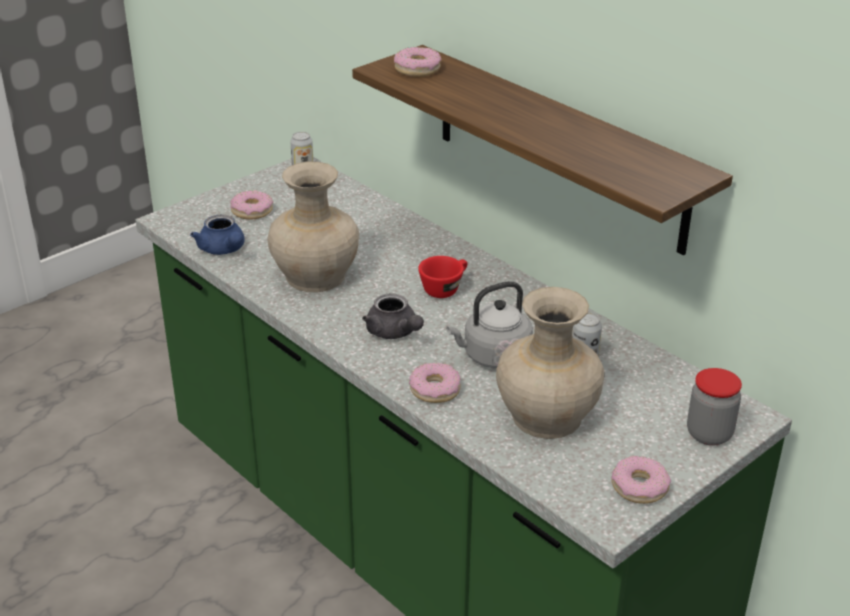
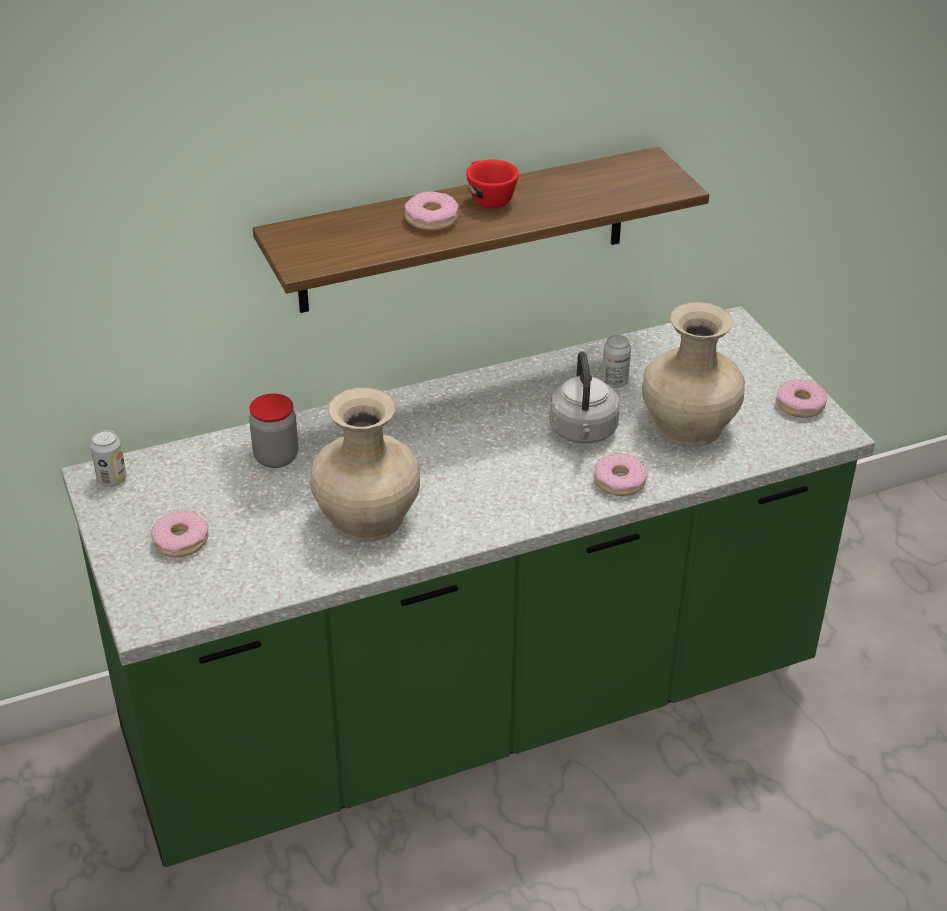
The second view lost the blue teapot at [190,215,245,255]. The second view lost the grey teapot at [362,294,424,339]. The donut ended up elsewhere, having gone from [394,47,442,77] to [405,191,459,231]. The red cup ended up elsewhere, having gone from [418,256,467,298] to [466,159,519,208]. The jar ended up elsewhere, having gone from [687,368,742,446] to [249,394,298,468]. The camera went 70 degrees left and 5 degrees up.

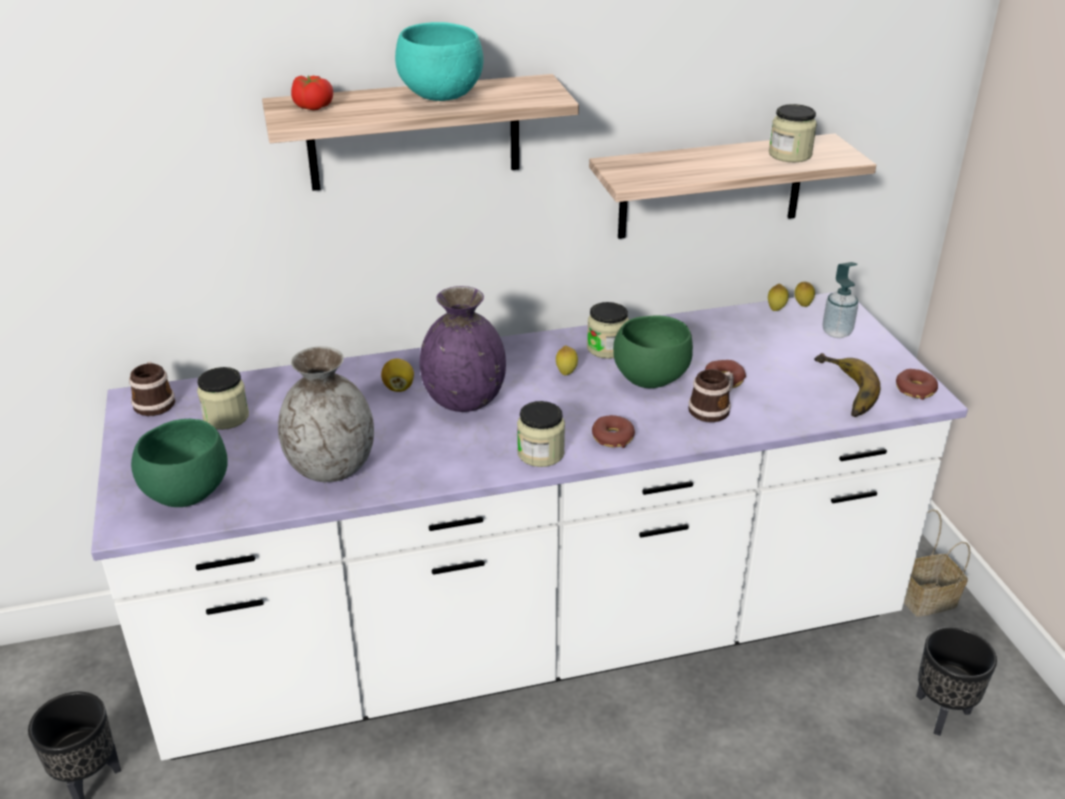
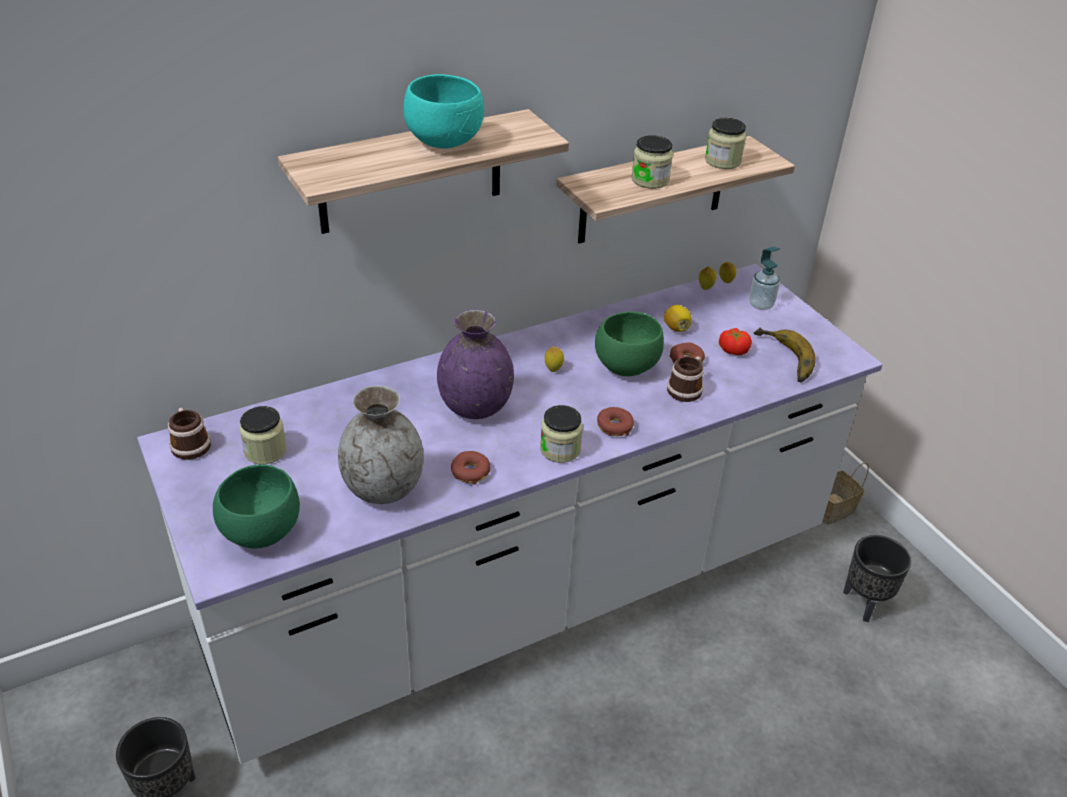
The tomato ended up elsewhere, having gone from [291,75,333,110] to [719,328,752,355]. The lemon ended up elsewhere, having gone from [381,358,414,392] to [664,305,692,332]. The jar ended up elsewhere, having gone from [587,302,629,359] to [631,135,673,189]. The donut ended up elsewhere, having gone from [896,369,938,400] to [451,451,490,484]. The camera went 15 degrees left and 5 degrees up.

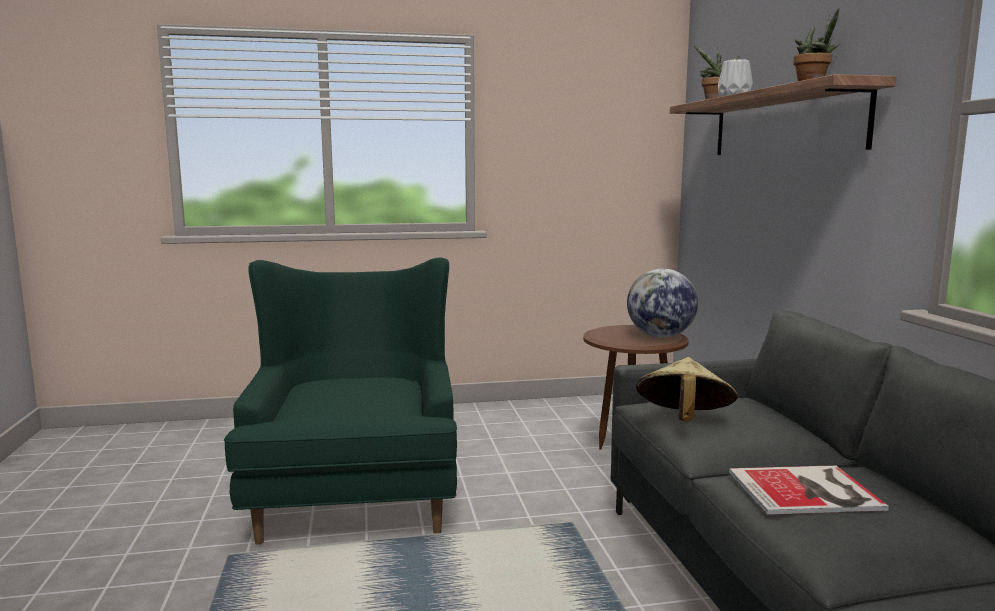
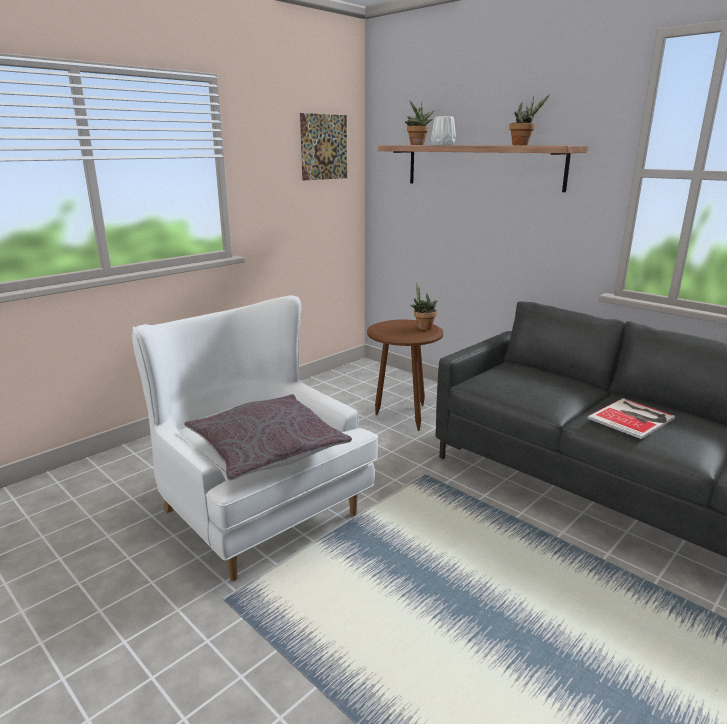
What was the green armchair at [224,257,457,544] turned into the white armchair at [132,295,378,581]. Where the globe stood at [627,268,698,338], the potted plant came to stand at [410,282,437,330]. The second view lost the beige hat at [636,357,738,422]. The second view gained the grey pillow at [184,394,352,480]. The second view gained the picture at [300,113,347,181]. The camera went 35 degrees left and 10 degrees up.

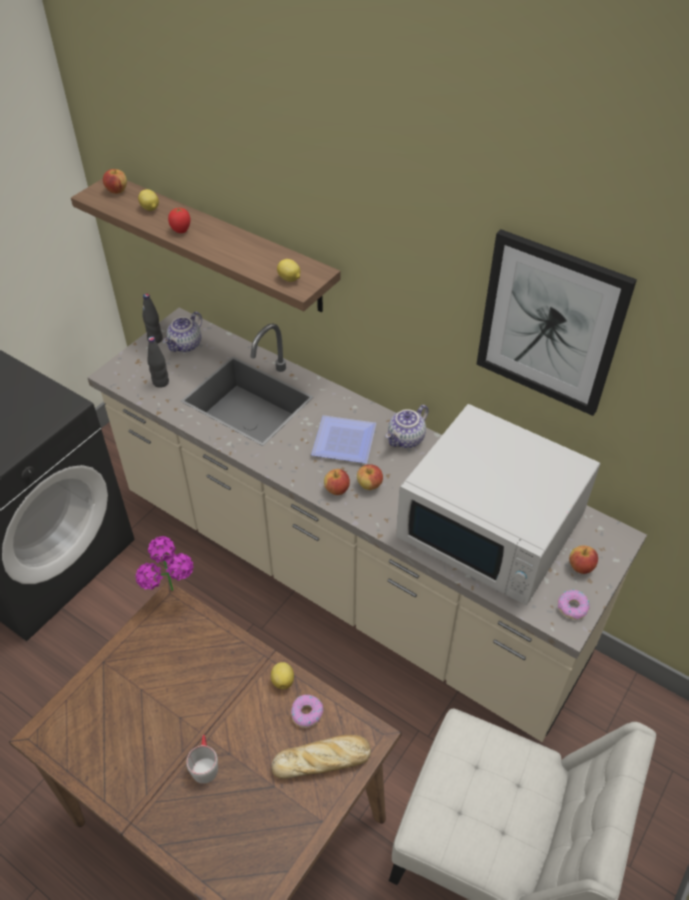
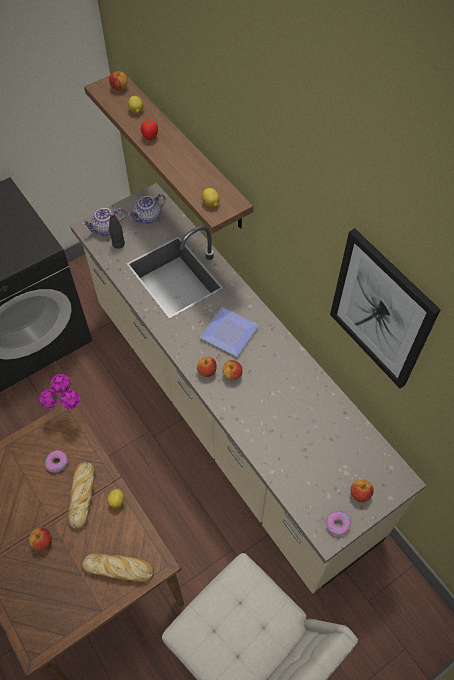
The second view lost the black bottle at [142,293,163,344]. Where the grey mug stood at [186,735,218,784], the apple came to stand at [29,527,52,551]. The donut ended up elsewhere, having gone from [291,695,323,728] to [45,450,68,473]. The teapot ended up elsewhere, having gone from [385,405,429,448] to [82,208,126,236]. The second view lost the white microwave at [396,404,600,605]. The second view gained the bread at [68,462,95,530]. The camera went 20 degrees right and 10 degrees up.

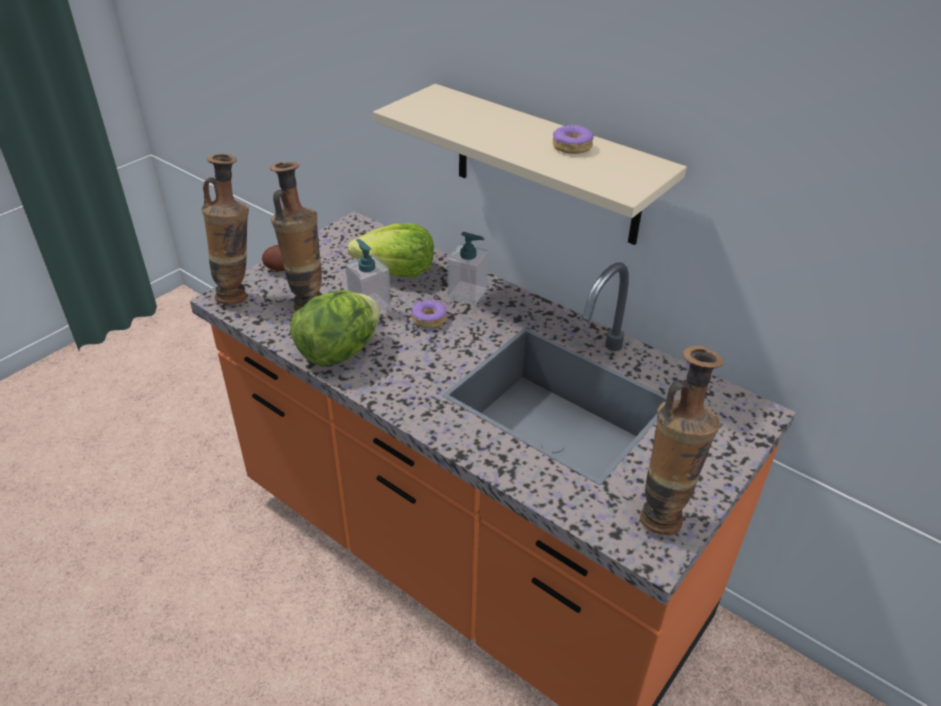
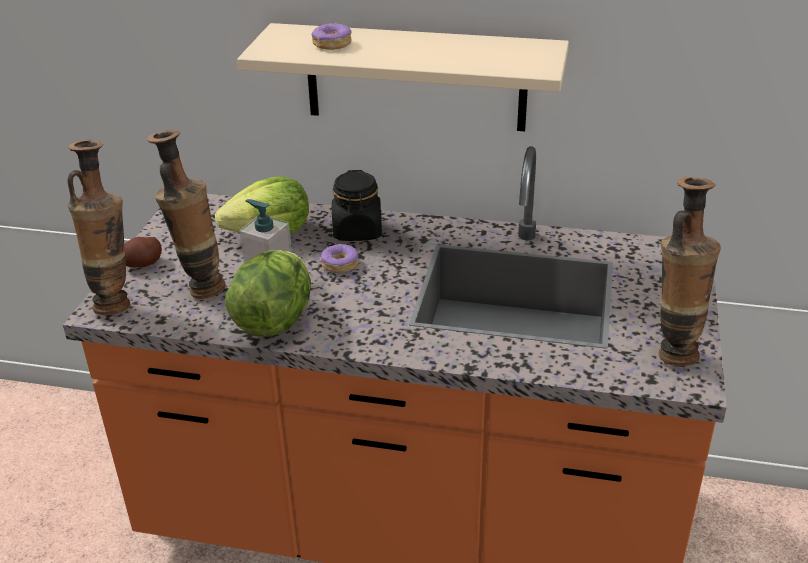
Where the soap dispenser stood at [448,232,489,304], the black jar came to stand at [332,170,382,241]. The donut ended up elsewhere, having gone from [552,124,594,154] to [312,23,352,50]. The camera went 25 degrees left and 5 degrees down.

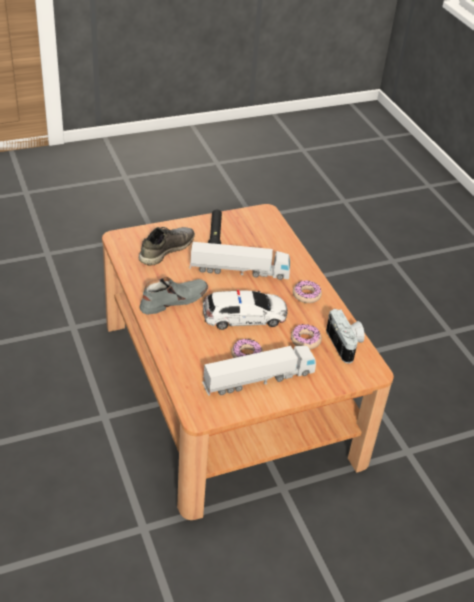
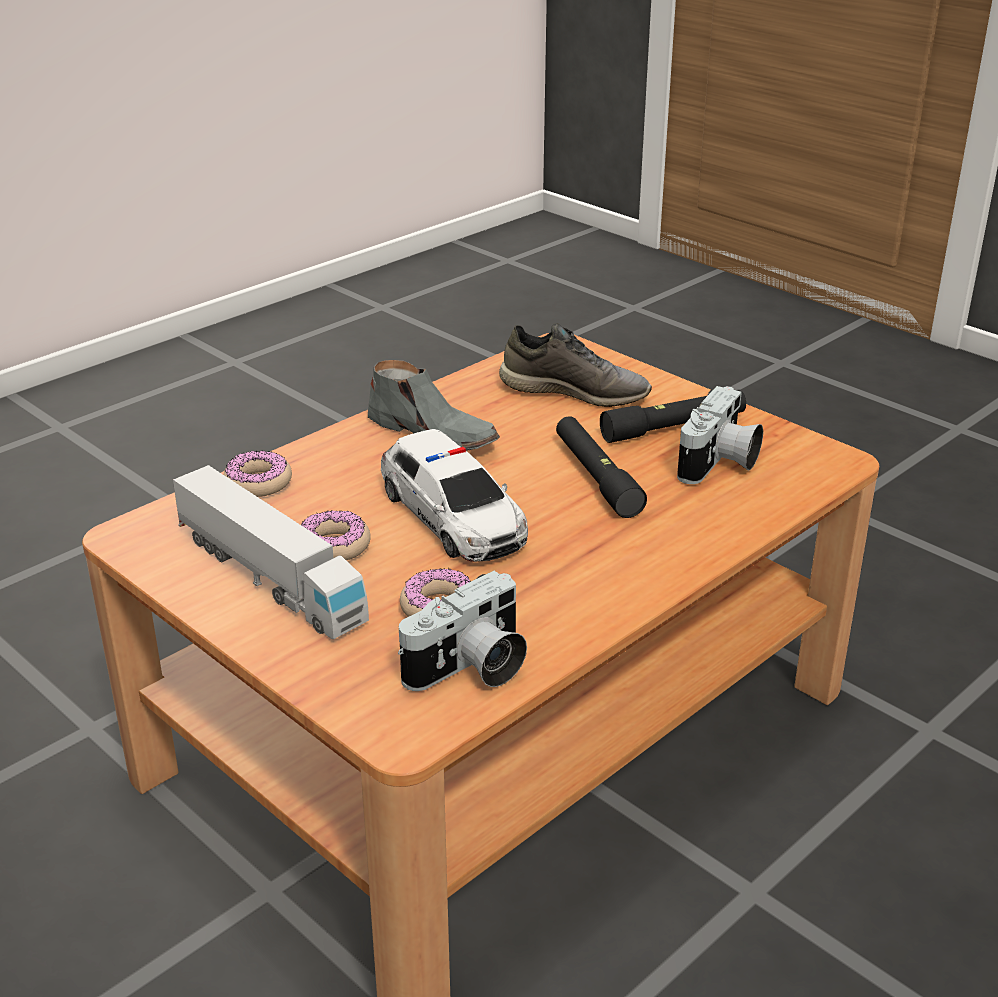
Where the toy truck stood at [189,242,290,280], the black flashlight came to stand at [556,416,647,518]. The donut ended up elsewhere, having gone from [293,280,322,303] to [224,450,292,497]. The second view gained the photo camera at [677,386,763,484]. The camera went 70 degrees right and 10 degrees down.

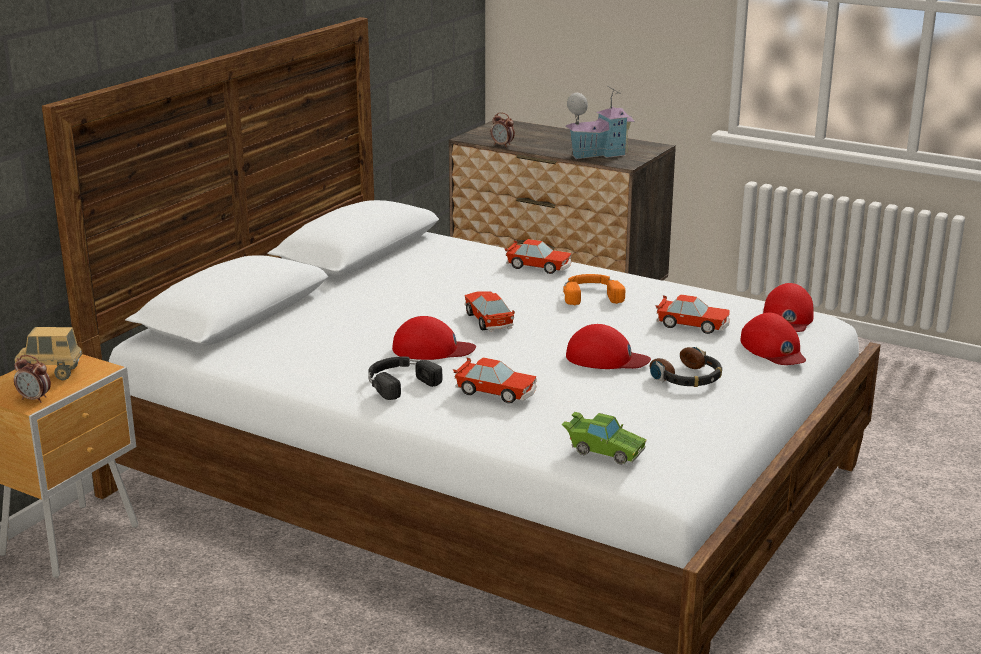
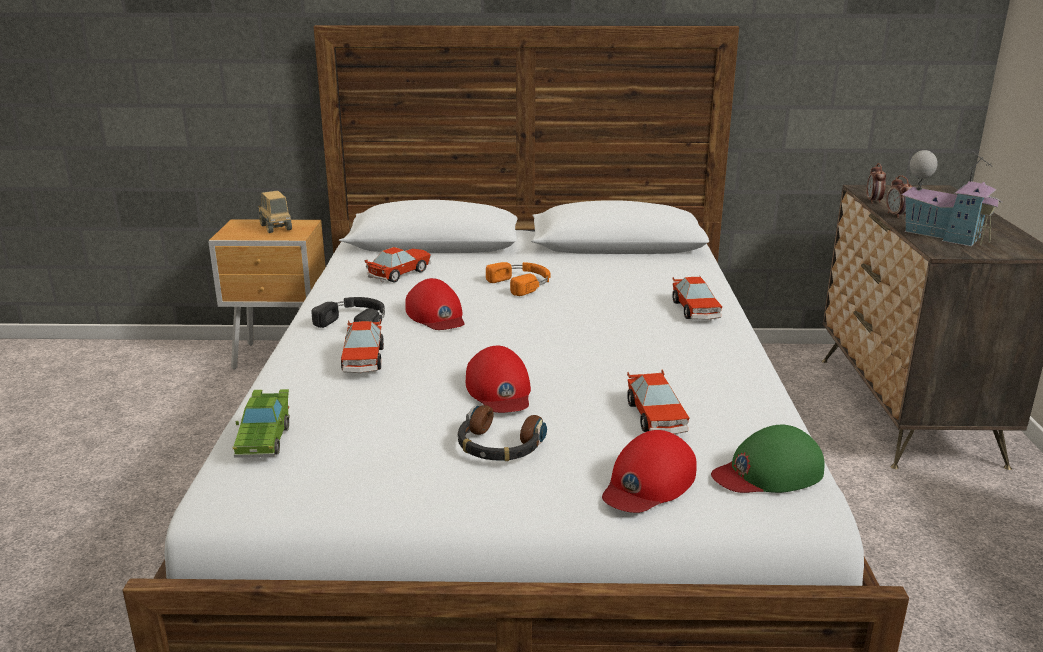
The alarm clock ended up elsewhere, having gone from [14,355,51,403] to [886,175,912,219]. The toy car ended up elsewhere, having gone from [464,292,515,332] to [364,247,431,282]. The orange headphones ended up elsewhere, having gone from [563,274,625,305] to [486,262,551,296]. What was the red cap at [763,283,814,332] turned into the green cap at [711,425,825,493]. The camera went 60 degrees right and 0 degrees up.

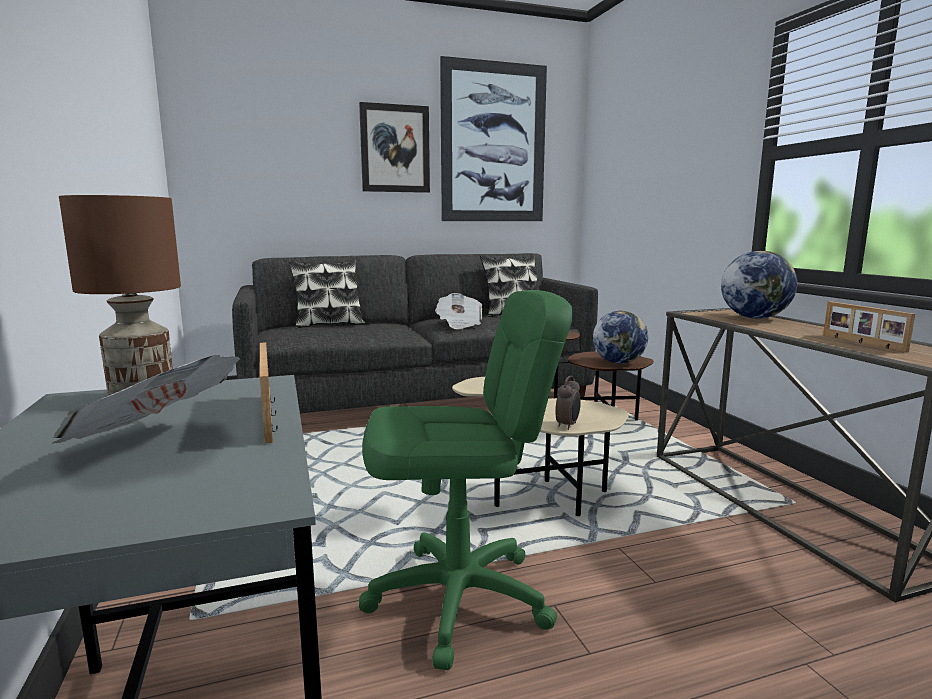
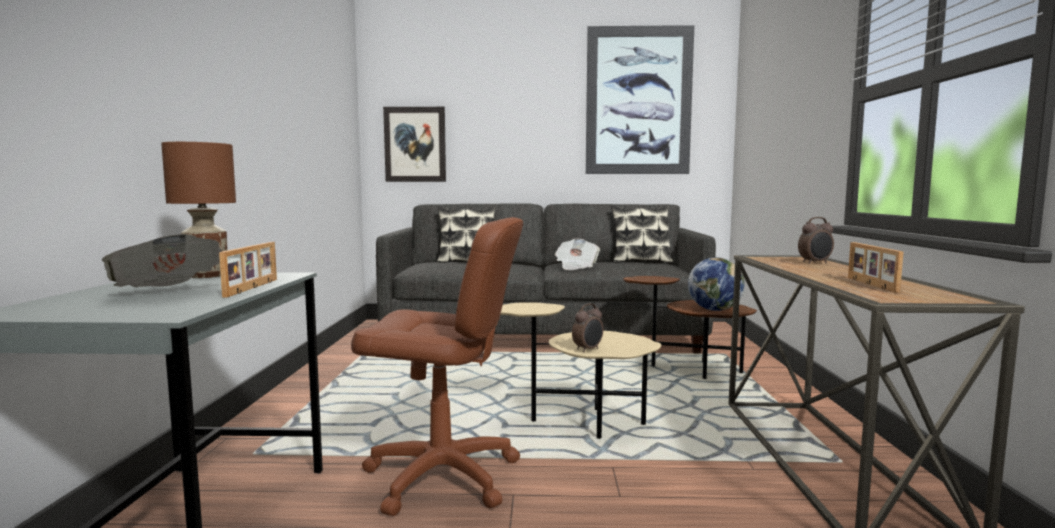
The picture ended up elsewhere, having gone from [359,102,430,193] to [383,107,446,182]. What was the green office chair at [359,290,573,670] turned into the brown office chair at [351,217,523,516]. Where the globe stood at [721,251,797,318], the alarm clock came to stand at [798,217,834,264]. The camera went 20 degrees right and 5 degrees down.

